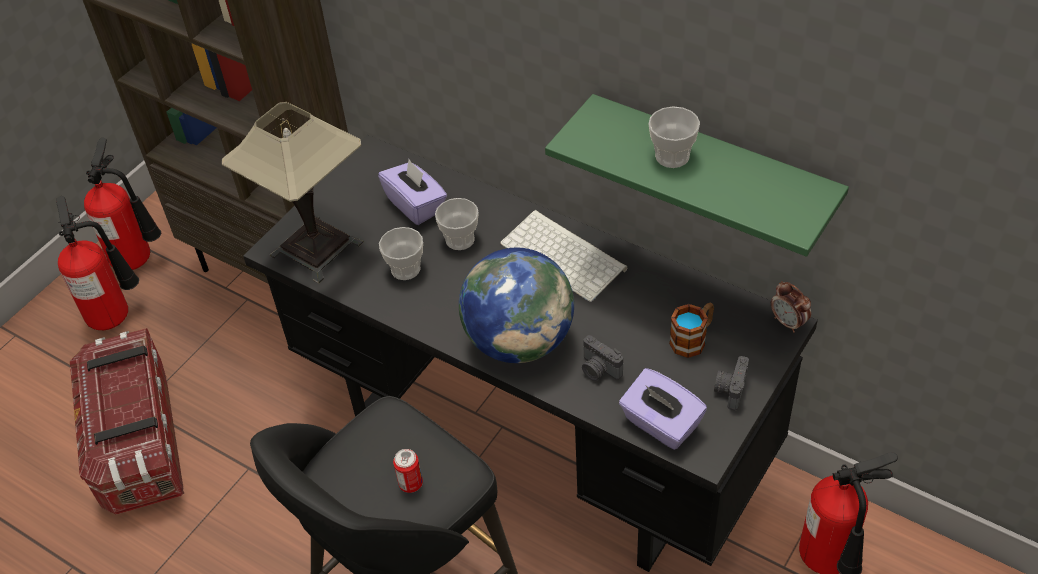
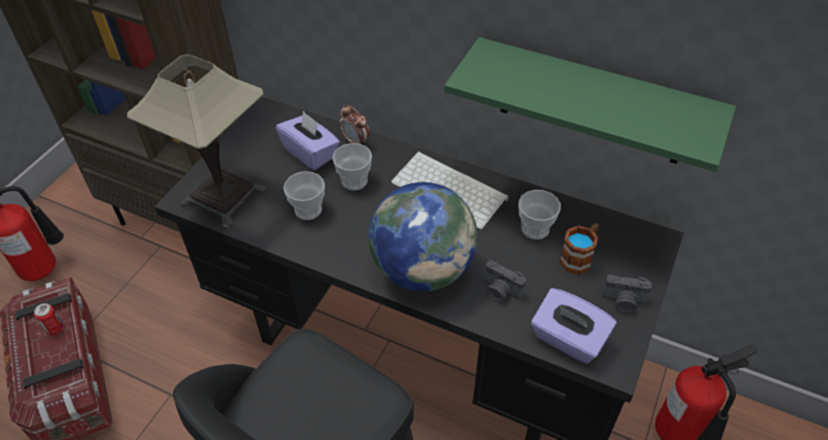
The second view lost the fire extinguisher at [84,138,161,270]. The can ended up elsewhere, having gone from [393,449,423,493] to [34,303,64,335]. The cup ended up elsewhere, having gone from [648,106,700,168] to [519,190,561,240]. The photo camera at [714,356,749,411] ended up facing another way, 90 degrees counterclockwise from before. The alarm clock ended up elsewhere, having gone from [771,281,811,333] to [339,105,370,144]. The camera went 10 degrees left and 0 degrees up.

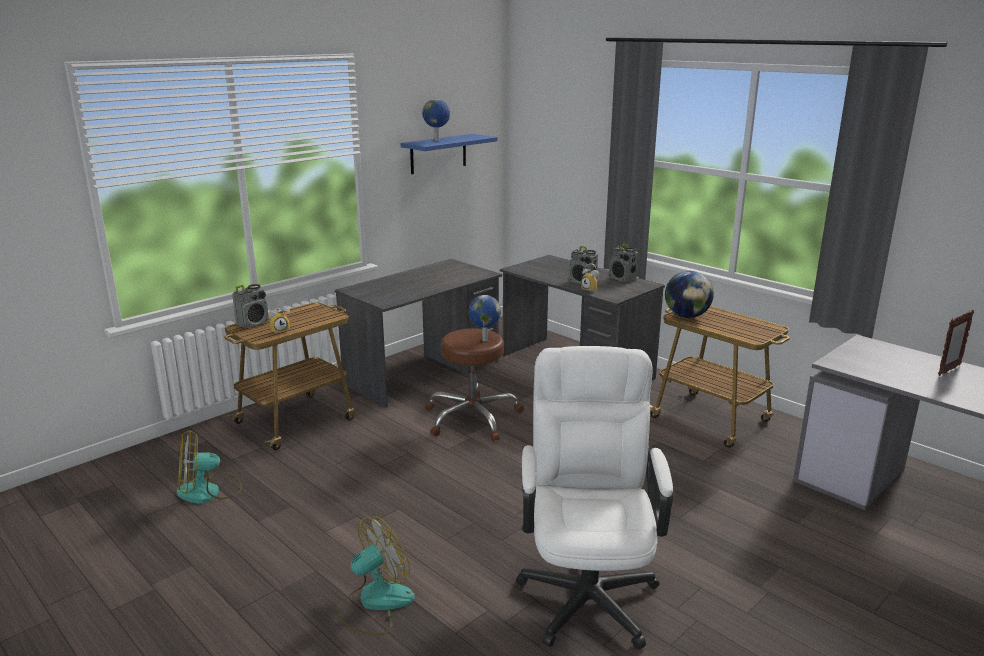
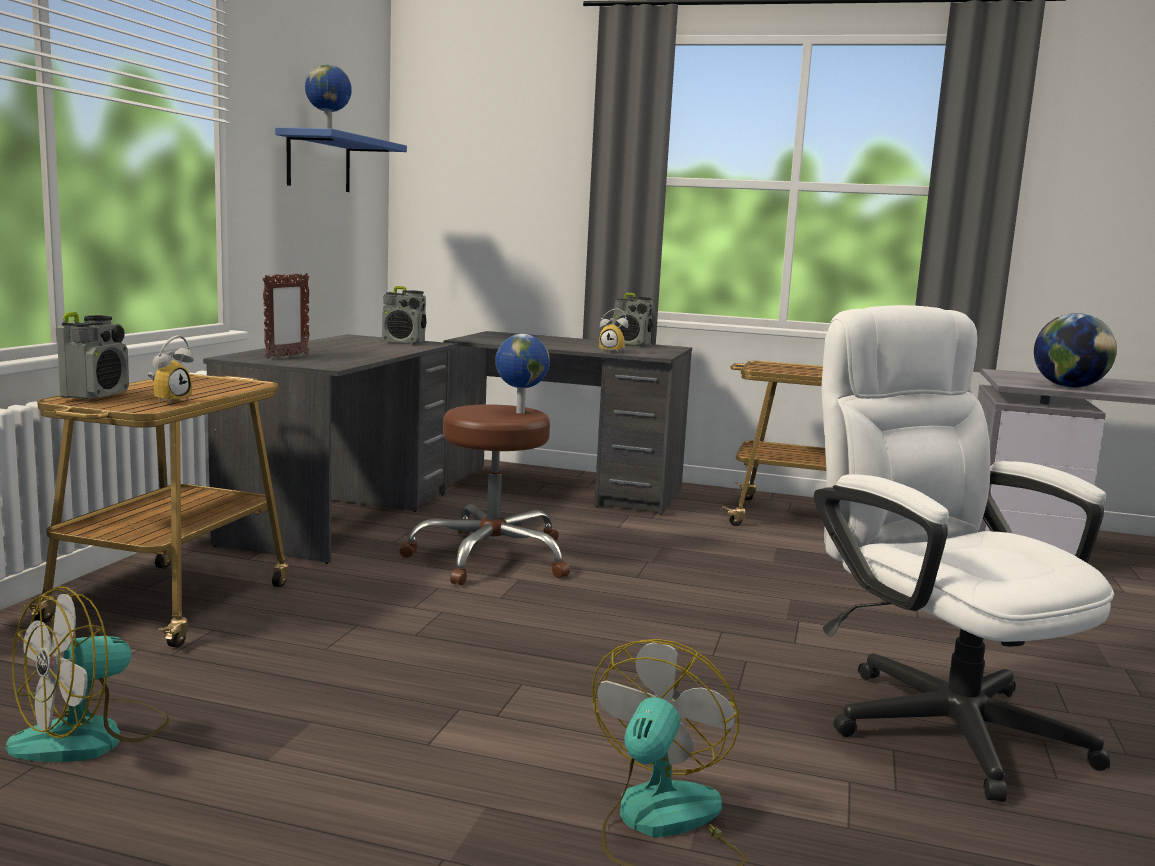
The radio ended up elsewhere, having gone from [569,246,598,284] to [382,286,427,344]. The globe ended up elsewhere, having gone from [665,271,714,318] to [1034,313,1117,388]. The picture frame ended up elsewhere, having gone from [938,310,974,376] to [263,273,309,358]. The camera went 30 degrees left and 10 degrees down.

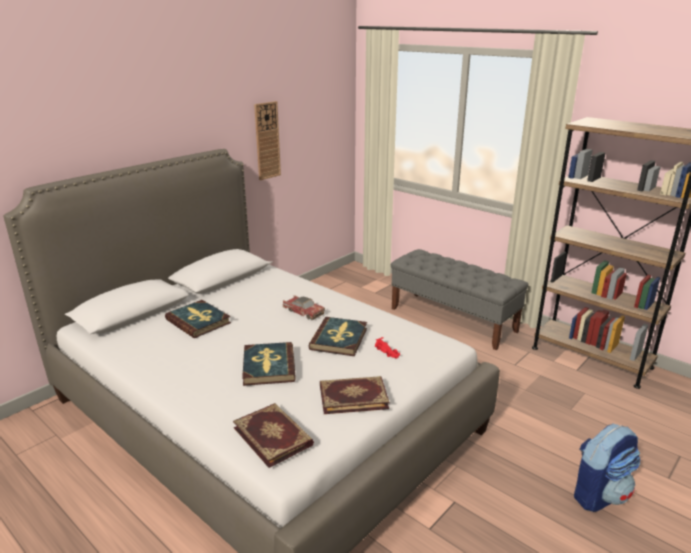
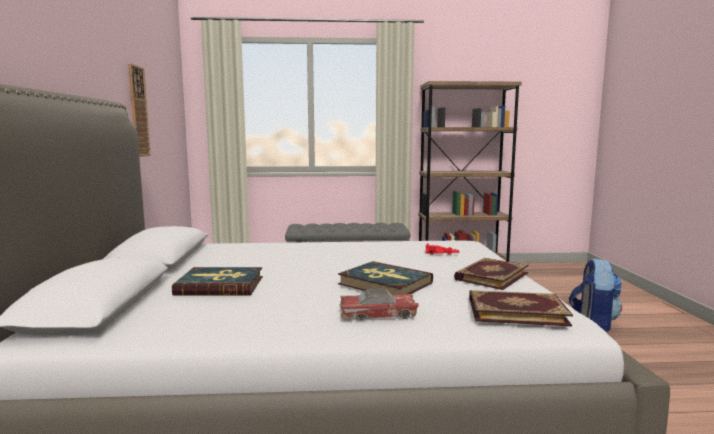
The toy car ended up elsewhere, having gone from [283,295,325,320] to [339,288,419,321]. The second view lost the book at [309,317,367,356]. The camera went 45 degrees left and 15 degrees down.

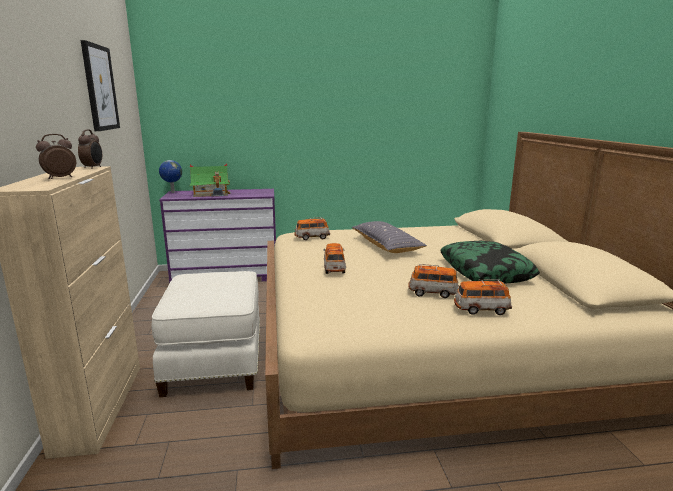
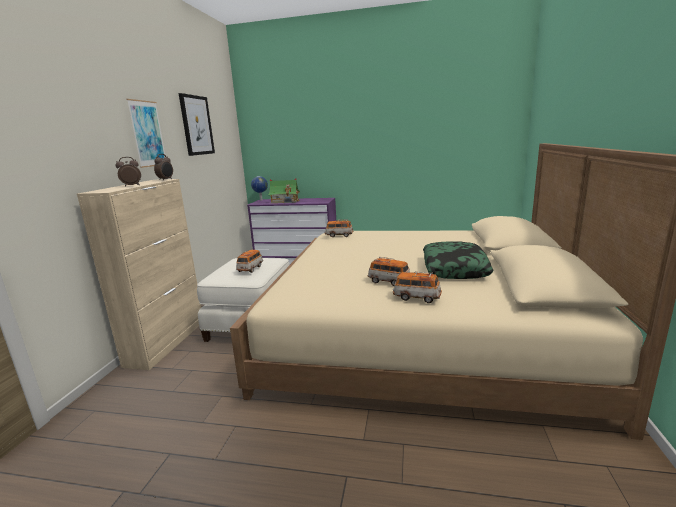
The toy car ended up elsewhere, having gone from [323,243,346,274] to [236,250,263,273]. The second view lost the grey pillow at [351,221,427,253]. The second view gained the picture at [127,99,165,168]. The camera went 20 degrees right and 0 degrees up.

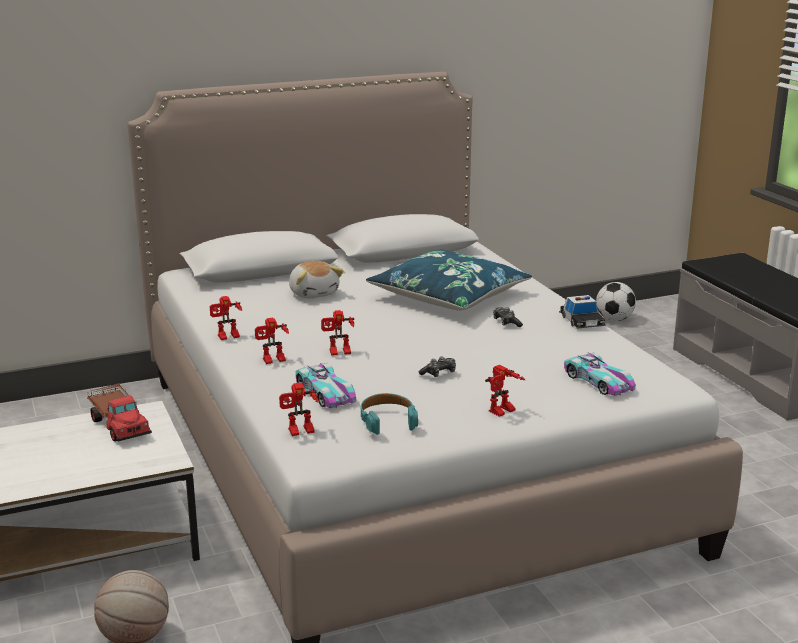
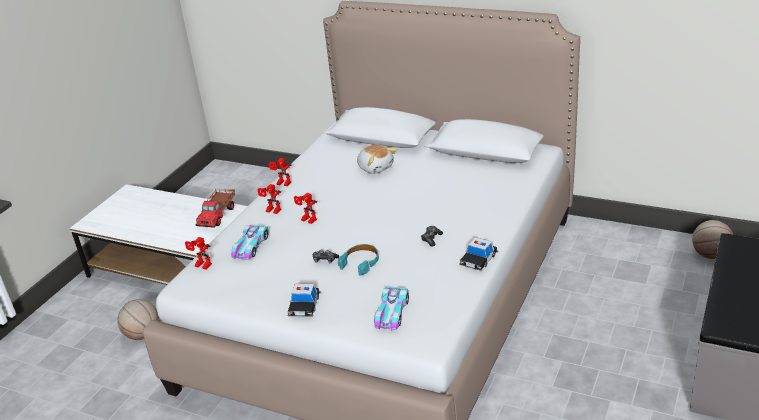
The plush toy at [289,261,344,298] ended up facing another way, 60 degrees counterclockwise from before. The turquoise headphones ended up elsewhere, having gone from [361,393,418,435] to [338,244,379,276]. The second view lost the blue pillow at [366,250,532,310]. Where the toy robot stood at [485,365,525,417], the toy car came to stand at [288,284,321,317]. Where the football stood at [596,282,636,321], the basketball came to stand at [692,220,733,259]. The camera went 50 degrees right and 10 degrees up.

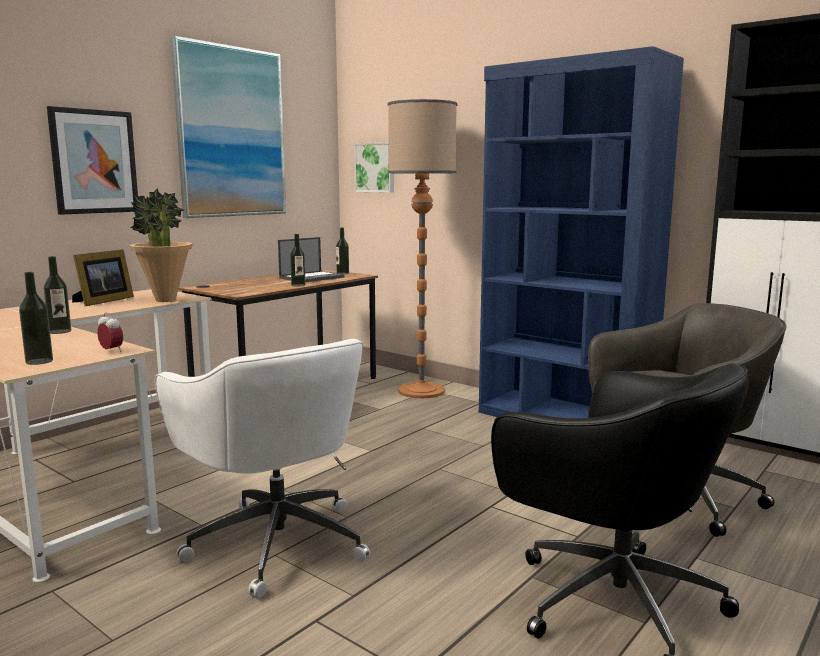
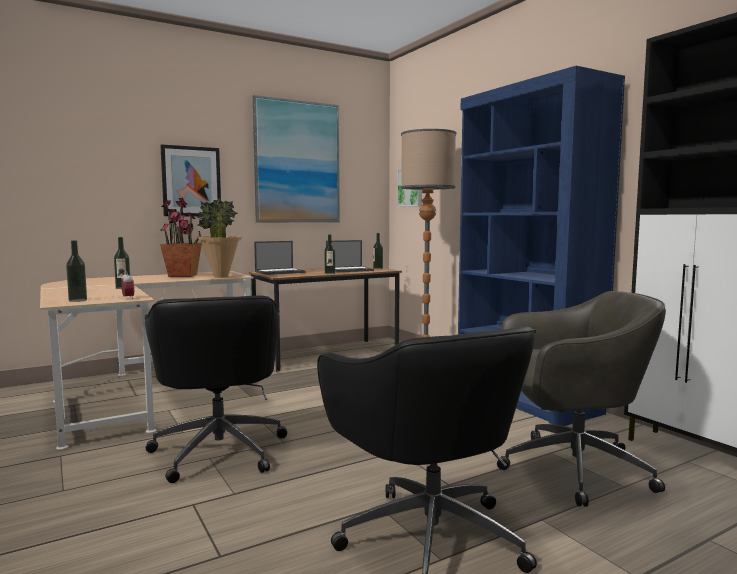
Where the picture frame stood at [72,249,134,306], the potted plant came to stand at [160,198,202,277]. What was the white office chair at [155,339,370,599] turned into the black office chair at [145,296,287,483]. The second view gained the laptop at [254,241,305,275]. The camera went 20 degrees right and 5 degrees down.

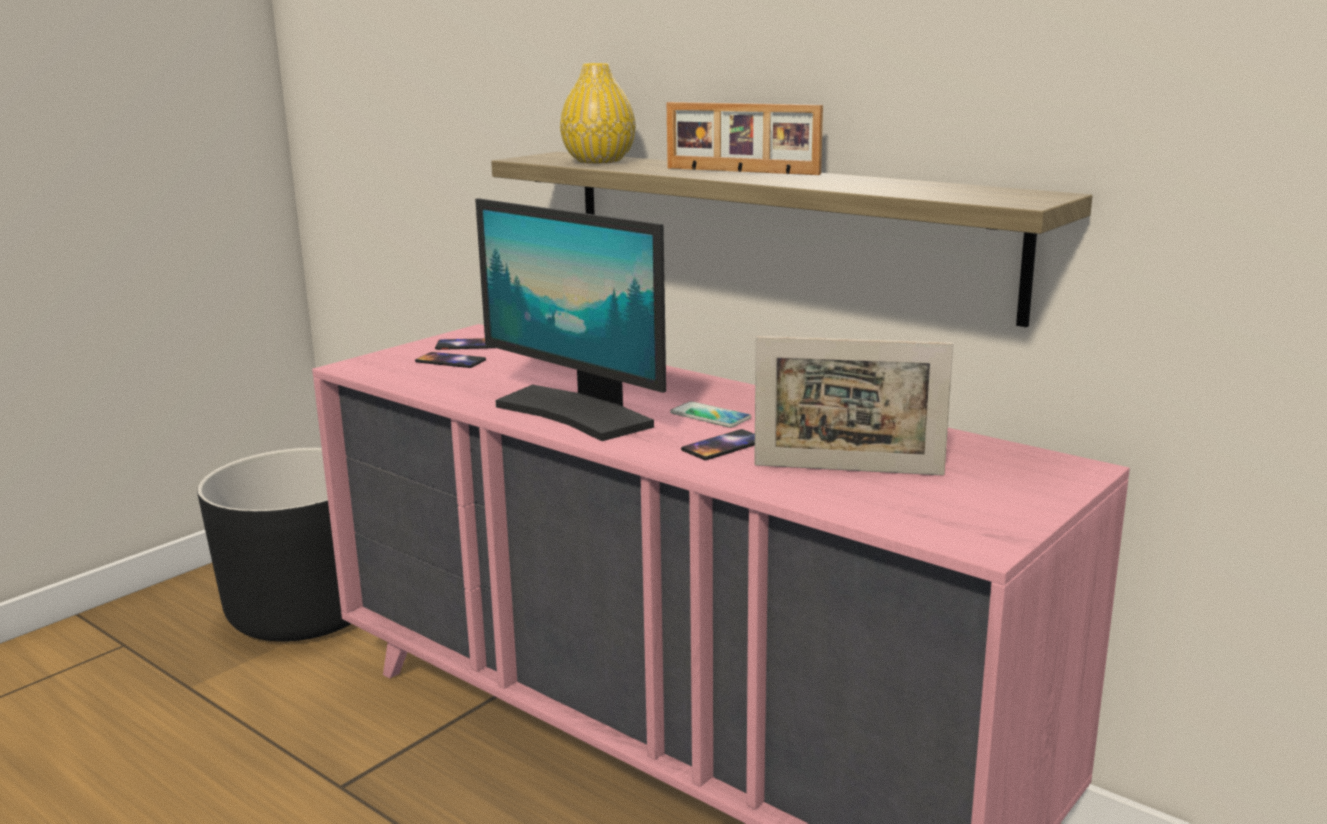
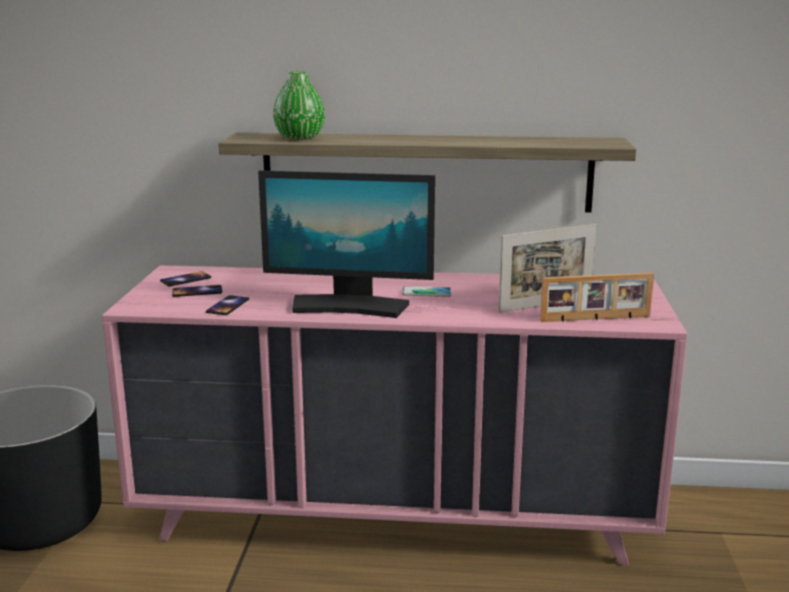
What was the yellow vase at [560,63,636,164] turned into the green vase at [273,72,325,140]. The picture frame ended up elsewhere, having gone from [667,102,823,175] to [540,273,654,322]. The phone ended up elsewhere, having gone from [681,429,755,460] to [206,295,249,315]. The camera went 35 degrees left and 0 degrees up.

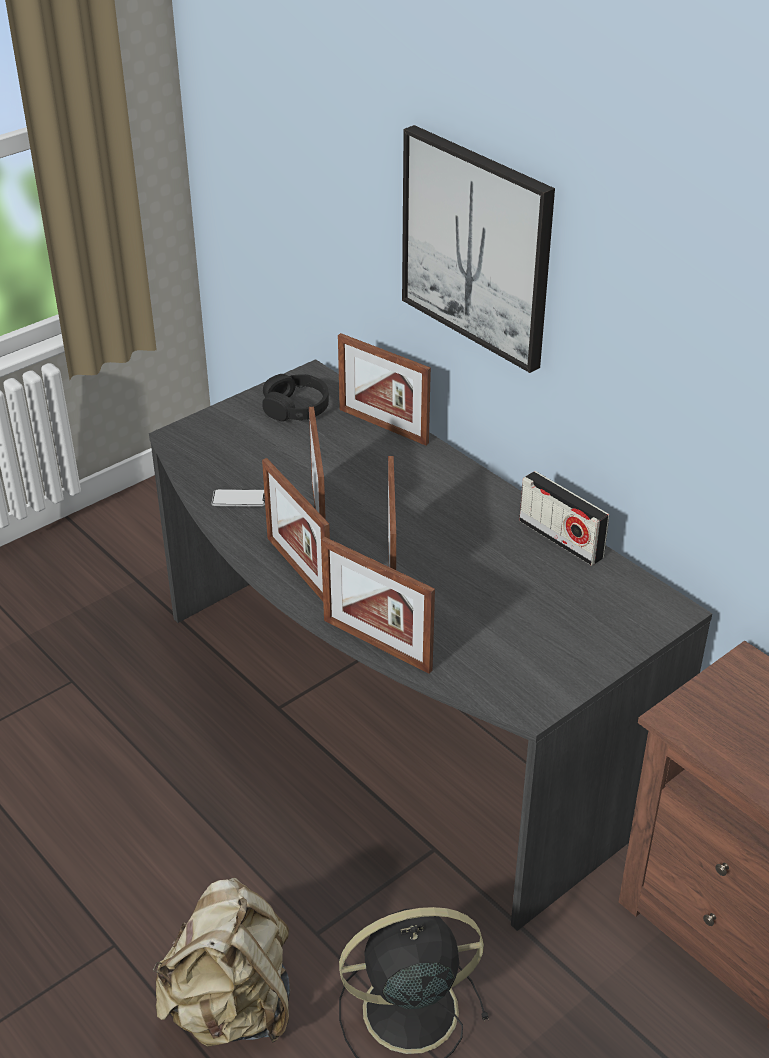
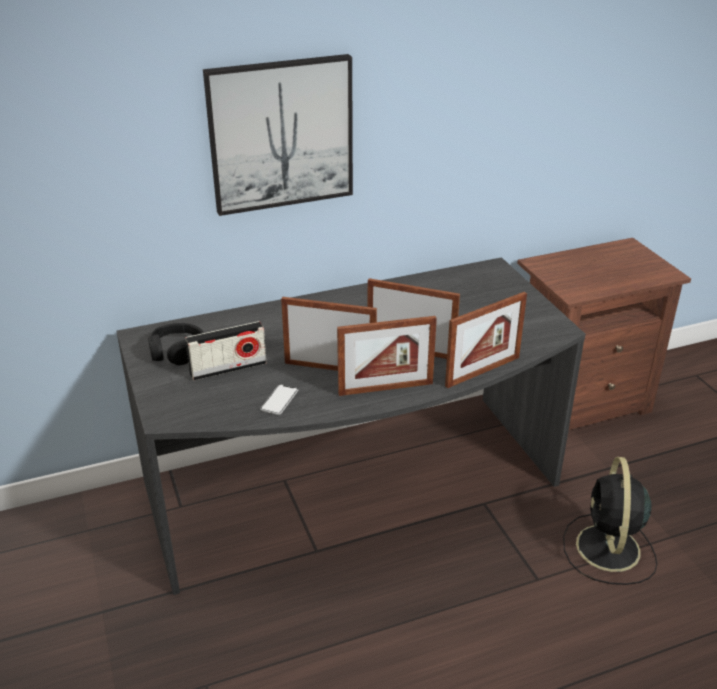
The second view lost the beige backpack at [153,878,290,1047]. The second view lost the picture frame at [338,333,431,446]. The radio ended up elsewhere, having gone from [519,471,609,566] to [185,321,266,381]. The camera went 70 degrees left and 5 degrees down.

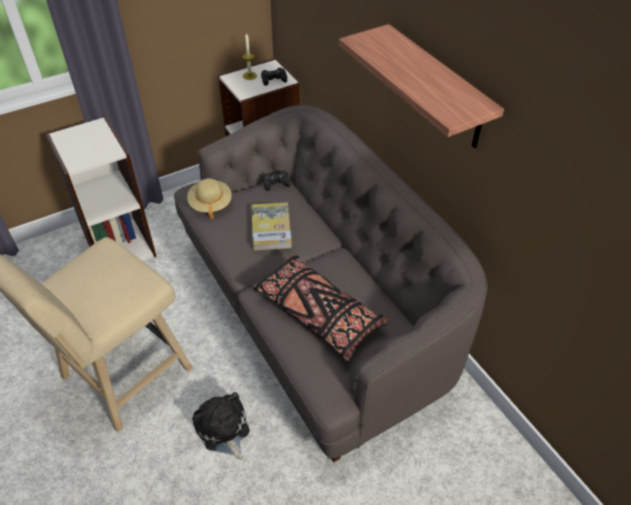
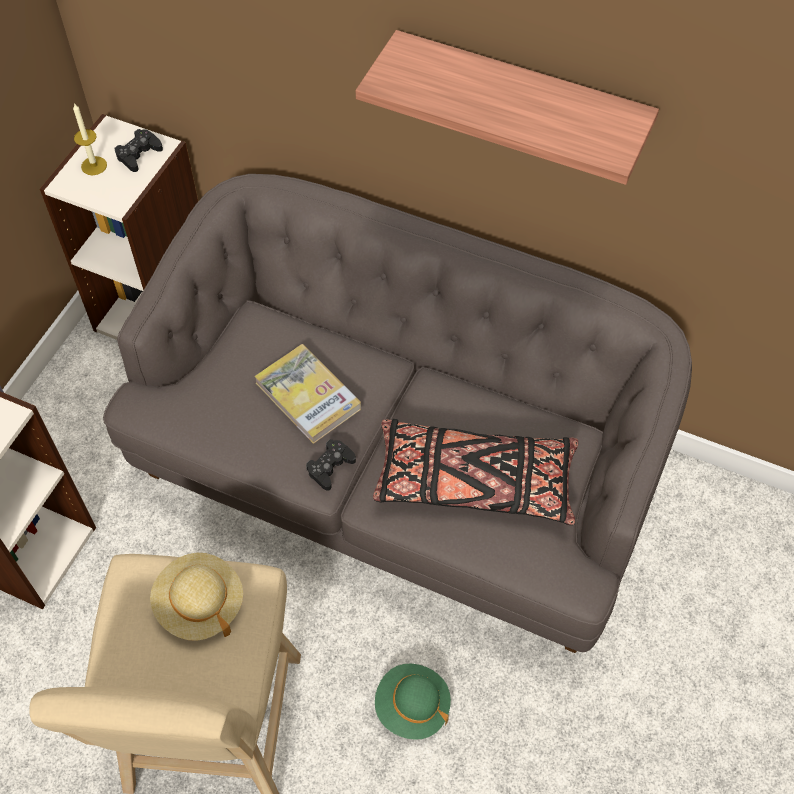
The beige hat ended up elsewhere, having gone from [187,178,232,219] to [150,553,243,641]. Where the plush toy stood at [192,392,250,460], the green hat came to stand at [375,664,451,740]. The black game controller ended up elsewhere, having gone from [263,170,291,191] to [306,439,356,490]. The camera went 35 degrees left and 10 degrees up.

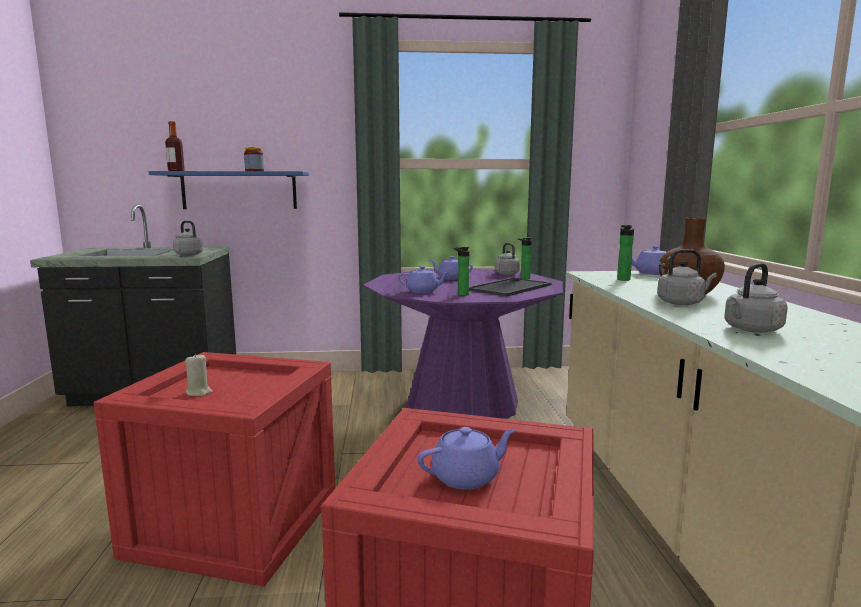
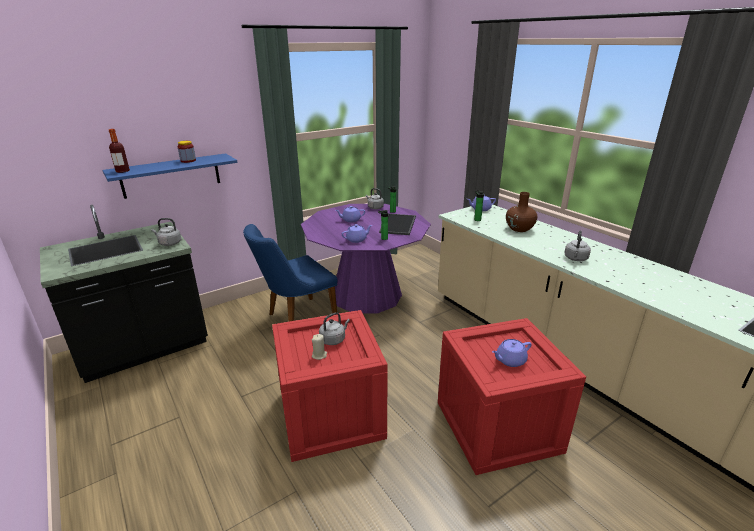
The purple teapot at [418,427,516,490] ended up facing another way, 150 degrees counterclockwise from before. The grey kettle ended up elsewhere, having gone from [657,249,717,305] to [319,312,350,345]. The second view gained the blue chair at [243,224,338,322]. The camera went 30 degrees left and 15 degrees up.

